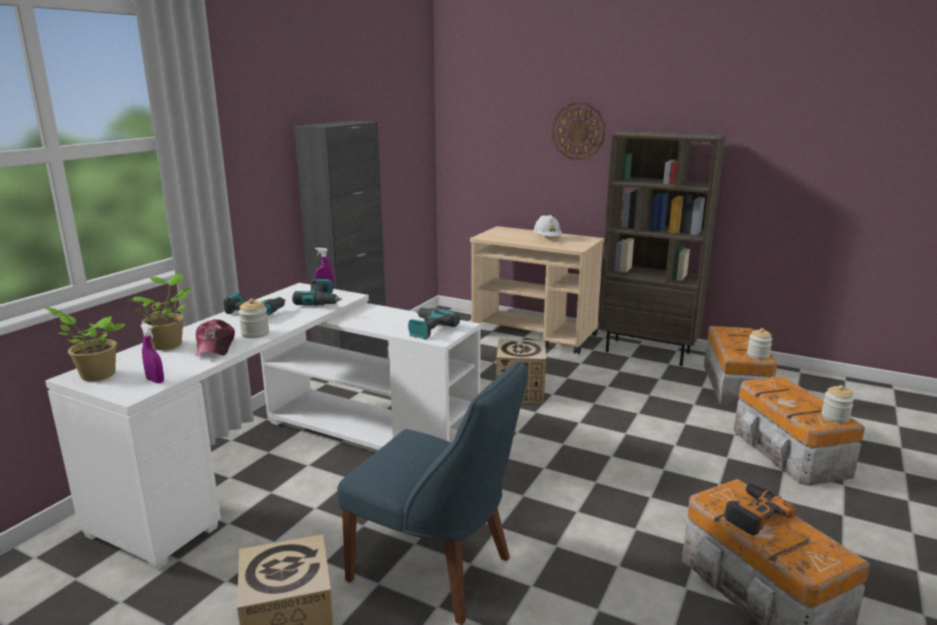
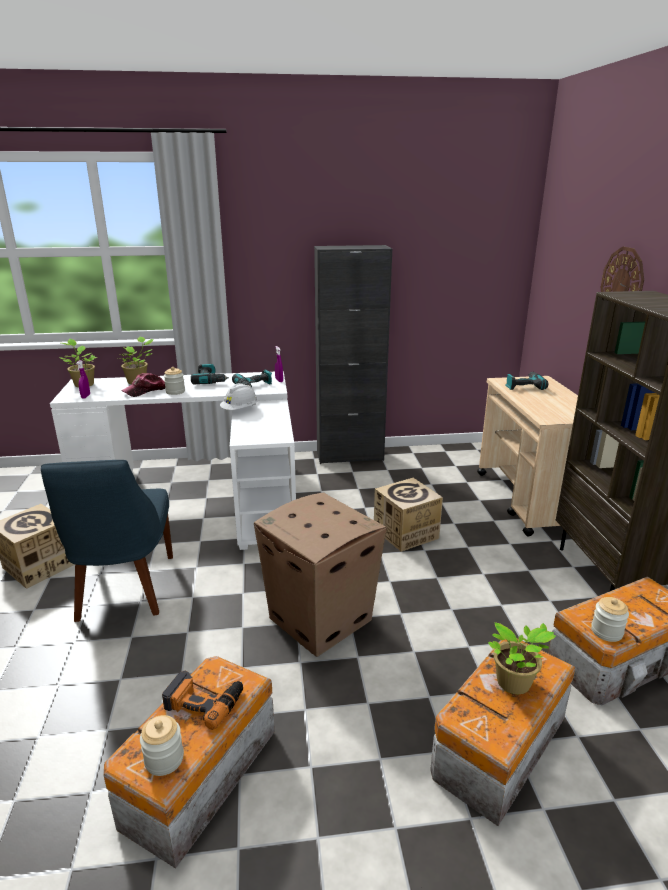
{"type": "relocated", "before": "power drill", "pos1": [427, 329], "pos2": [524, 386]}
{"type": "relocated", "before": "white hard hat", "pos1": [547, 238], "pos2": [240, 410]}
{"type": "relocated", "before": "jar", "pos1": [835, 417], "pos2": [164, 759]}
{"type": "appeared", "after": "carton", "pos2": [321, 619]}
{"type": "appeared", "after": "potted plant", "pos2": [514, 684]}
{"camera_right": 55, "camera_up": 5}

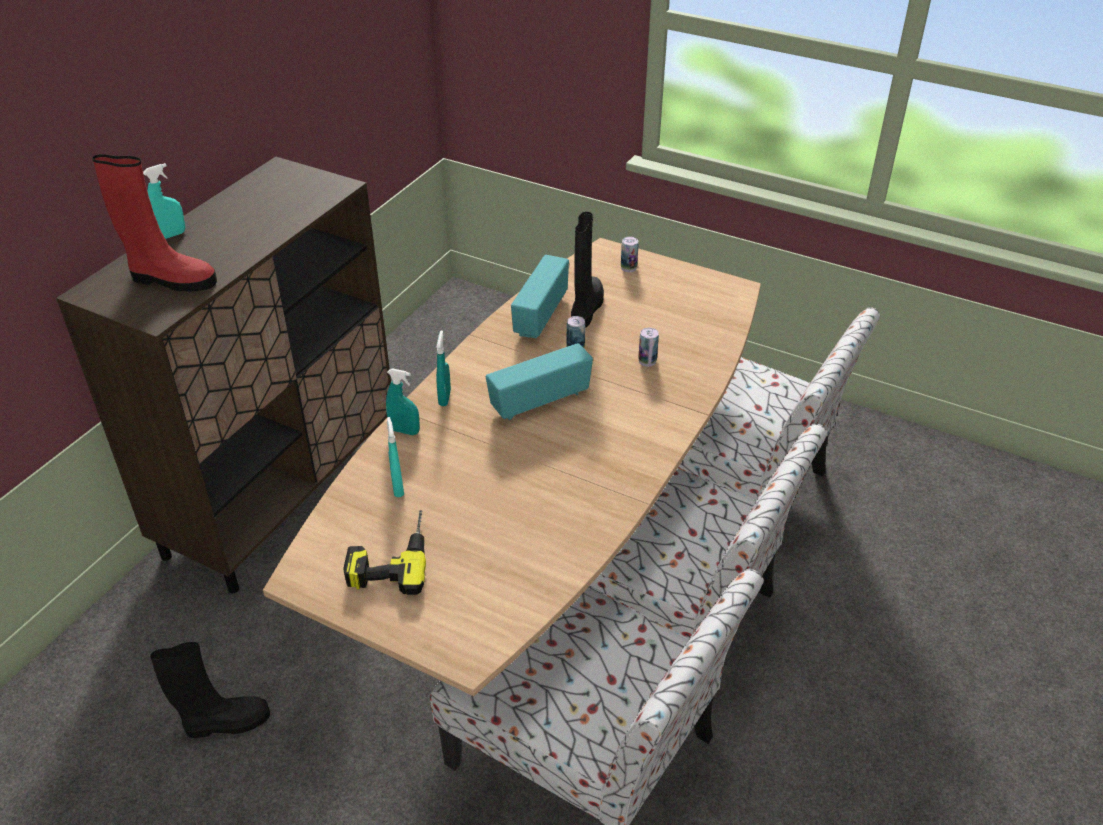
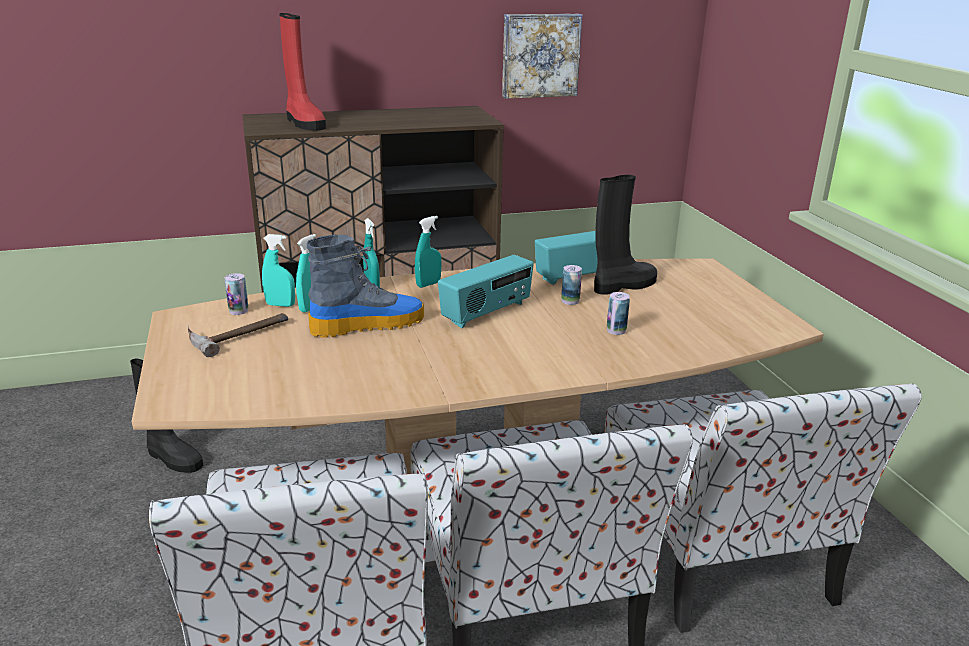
{"type": "relocated", "before": "turquoise-coloured sprayer", "pos1": [171, 235], "pos2": [280, 305]}
{"type": "exchanged", "before": "power drill", "after": "hand hammer", "pos1": [389, 556], "pos2": [237, 333]}
{"type": "spun", "before": "radio set", "pos1": [539, 401], "pos2": [487, 313], "turn": 120}
{"type": "relocated", "before": "can", "pos1": [628, 268], "pos2": [238, 311]}
{"type": "appeared", "after": "boot", "pos2": [368, 324]}
{"type": "appeared", "after": "picture", "pos2": [540, 55]}
{"camera_right": 45, "camera_up": -15}

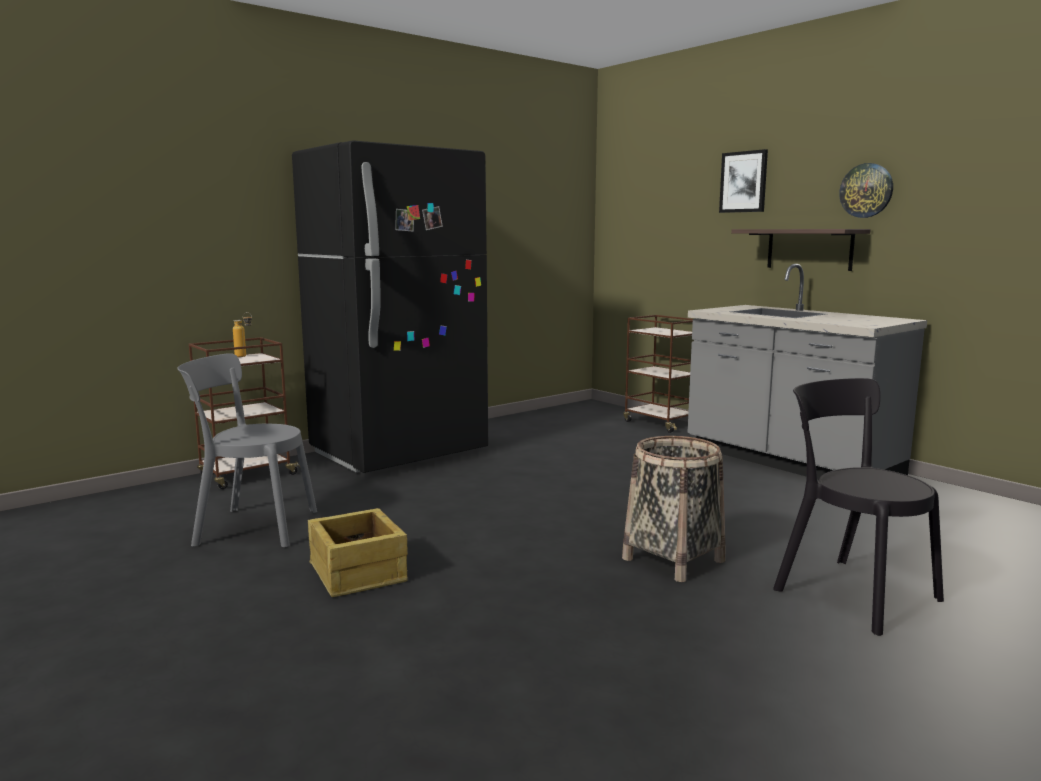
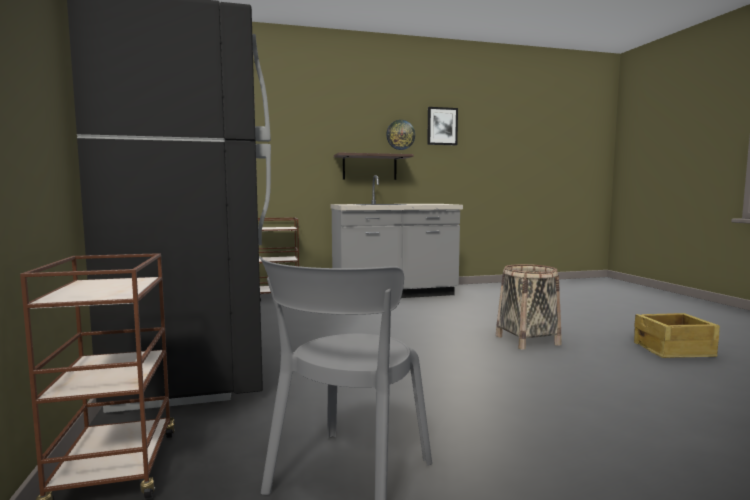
{"type": "missing", "before": "beverage bottle", "pos1": [245, 356]}
{"type": "relocated", "before": "shipping crate", "pos1": [357, 573], "pos2": [674, 350]}
{"type": "relocated", "before": "picture", "pos1": [743, 182], "pos2": [442, 126]}
{"type": "missing", "before": "black-coloured upright chair", "pos1": [849, 591]}
{"camera_right": -65, "camera_up": -5}

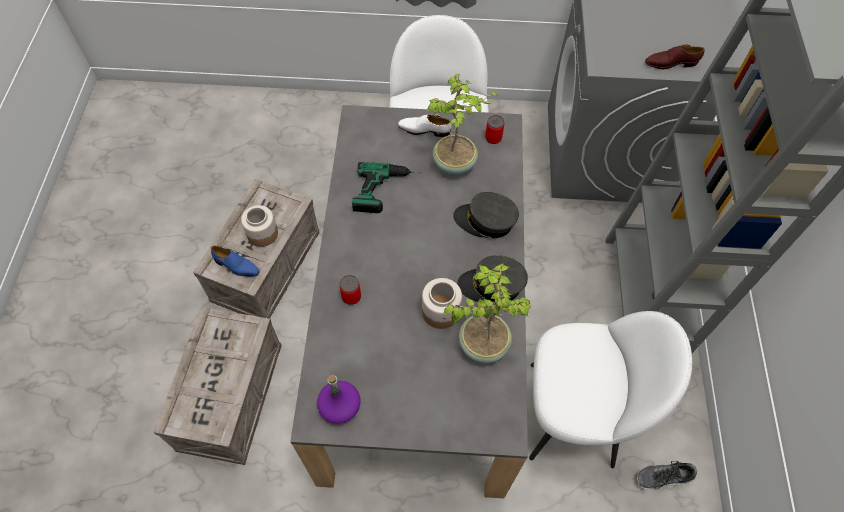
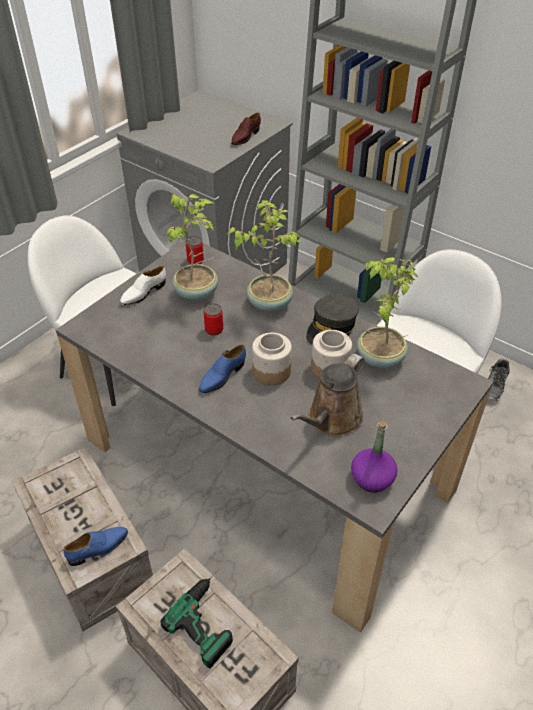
{"type": "relocated", "before": "jar", "pos1": [262, 233], "pos2": [271, 371]}
{"type": "relocated", "before": "can", "pos1": [351, 296], "pos2": [214, 330]}
{"type": "relocated", "before": "power drill", "pos1": [387, 190], "pos2": [210, 616]}
{"type": "exchanged", "before": "gray cap", "after": "potted plant", "pos1": [485, 221], "pos2": [269, 303]}
{"type": "appeared", "after": "blue low shoe", "pos2": [222, 376]}
{"type": "appeared", "after": "brown sprinkling can", "pos2": [332, 419]}
{"camera_right": -55, "camera_up": -15}

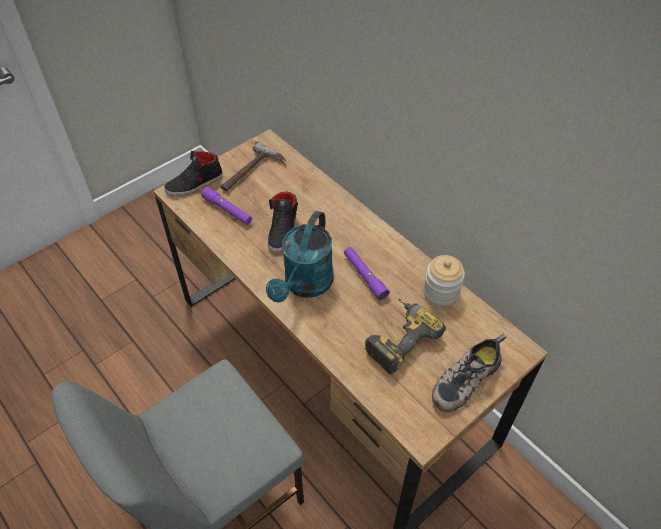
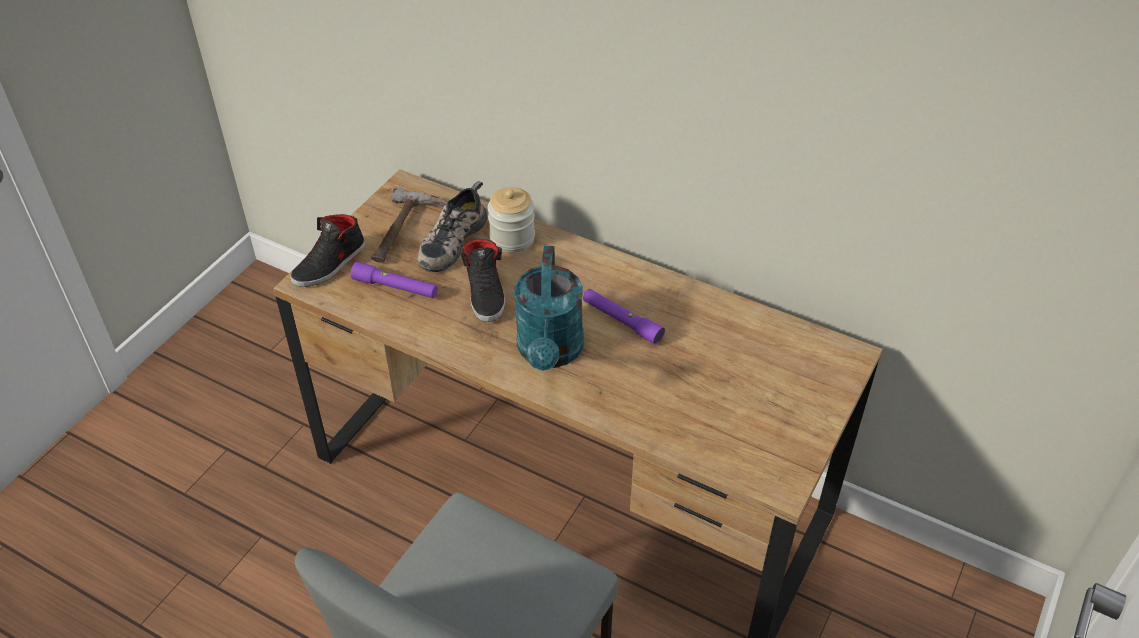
{"type": "missing", "before": "power drill", "pos1": [398, 338]}
{"type": "relocated", "before": "jar", "pos1": [441, 292], "pos2": [512, 238]}
{"type": "relocated", "before": "low shoe", "pos1": [465, 378], "pos2": [451, 240]}
{"camera_right": -20, "camera_up": -5}

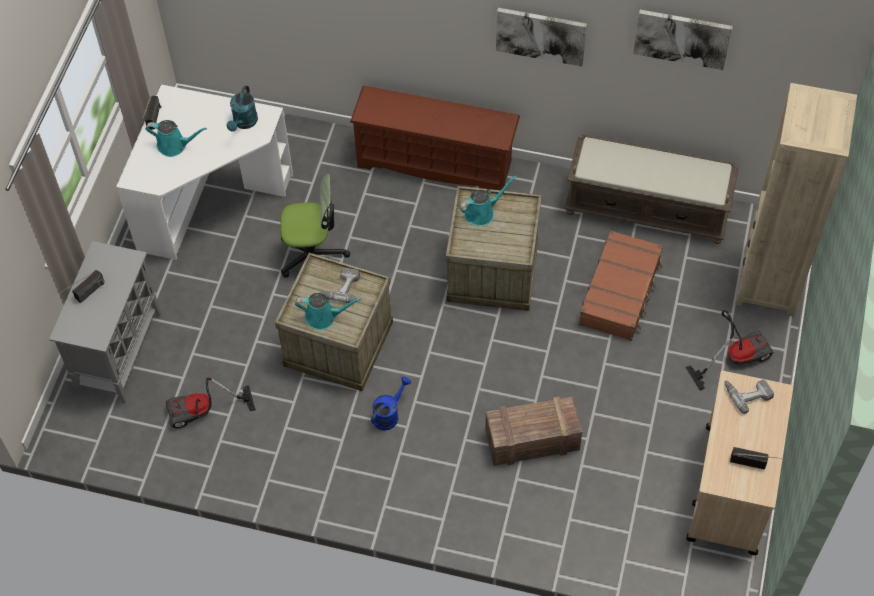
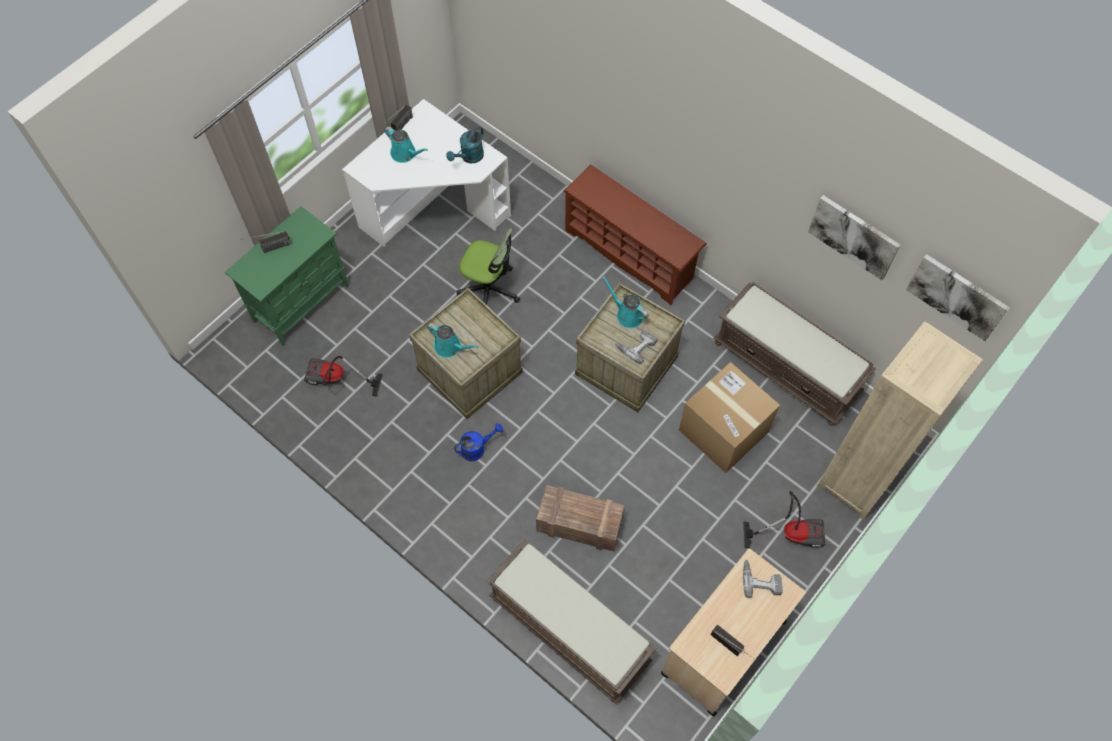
{"type": "colour", "before": "gray storage cabinet", "after": "green-coloured storage cabinet", "pos1": [120, 351], "pos2": [302, 302]}
{"type": "relocated", "before": "power drill", "pos1": [340, 287], "pos2": [636, 345]}
{"type": "spun", "before": "turquoise-coloured sprinkling can", "pos1": [482, 212], "pos2": [627, 314], "turn": -135}
{"type": "relocated", "before": "picture", "pos1": [541, 35], "pos2": [957, 296]}
{"type": "exchanged", "before": "brown suitcase", "after": "carton", "pos1": [620, 292], "pos2": [723, 431]}
{"type": "appeared", "after": "brown bench", "pos2": [568, 630]}
{"camera_right": 25, "camera_up": 5}

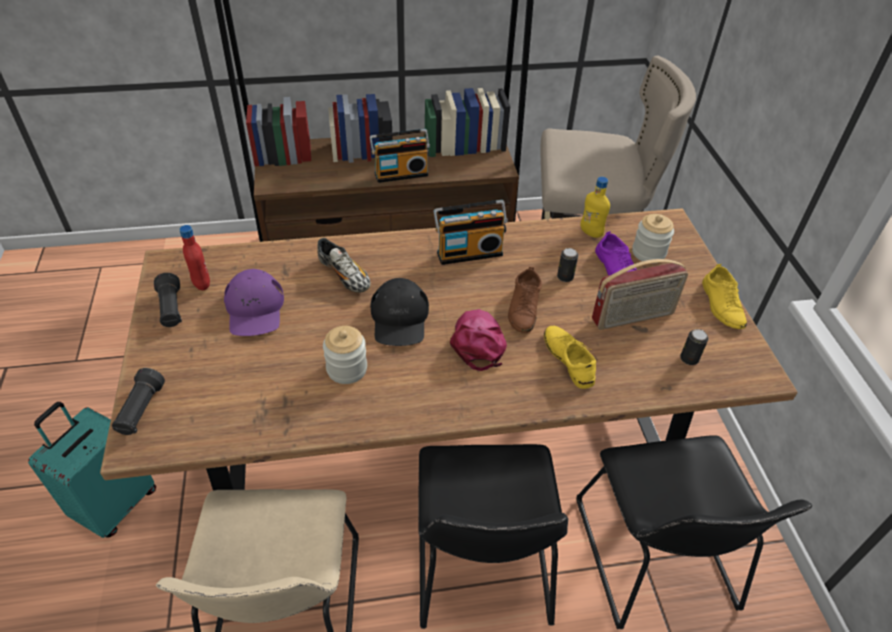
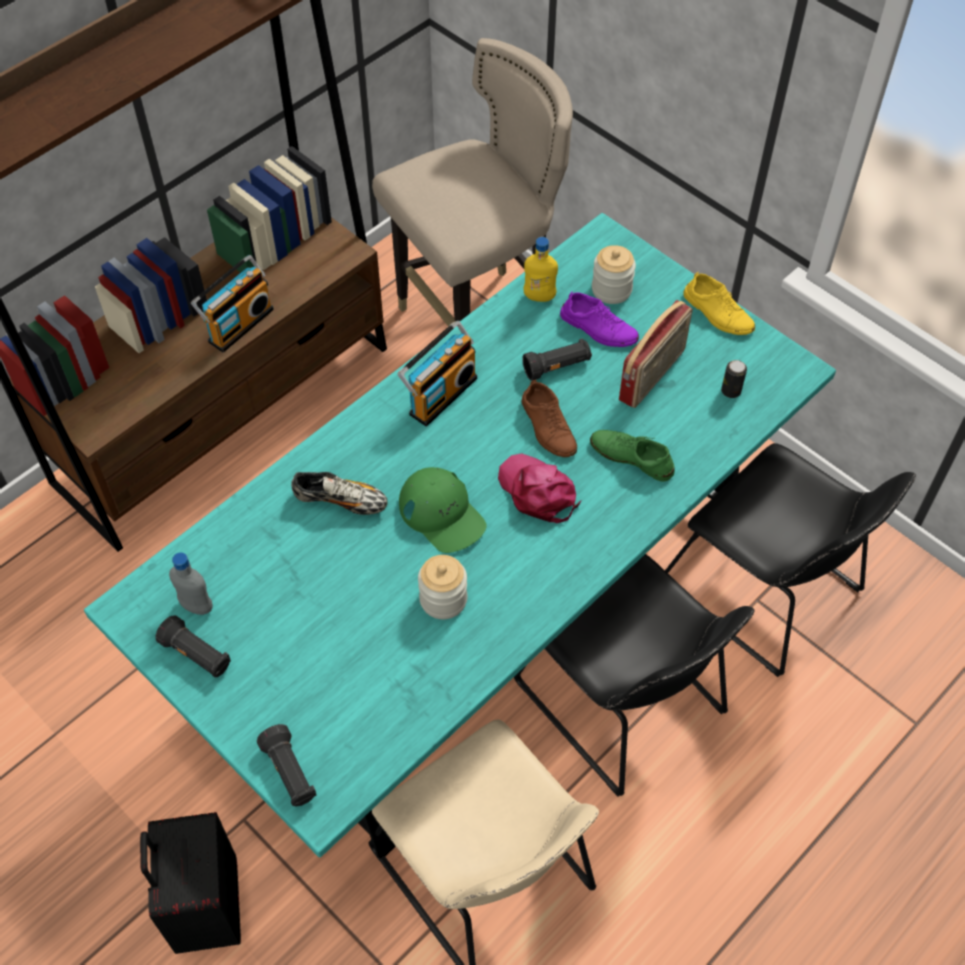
{"type": "colour", "before": "turquoise-coloured suitcase", "after": "black-coloured suitcase", "pos1": [115, 504], "pos2": [206, 908]}
{"type": "colour", "before": "brown dinner table", "after": "turquoise-coloured dinner table", "pos1": [441, 436], "pos2": [481, 604]}
{"type": "colour", "before": "red beverage bottle", "after": "gray beverage bottle", "pos1": [202, 283], "pos2": [196, 606]}
{"type": "missing", "before": "purple-coloured cap", "pos1": [255, 309]}
{"type": "colour", "before": "black-coloured cap", "after": "green-coloured cap", "pos1": [399, 318], "pos2": [442, 514]}
{"type": "colour", "before": "yellowish low shoe", "after": "green-coloured low shoe", "pos1": [568, 359], "pos2": [632, 457]}
{"type": "exchanged", "before": "can", "after": "black-coloured torch", "pos1": [565, 277], "pos2": [557, 367]}
{"camera_right": -35, "camera_up": 10}

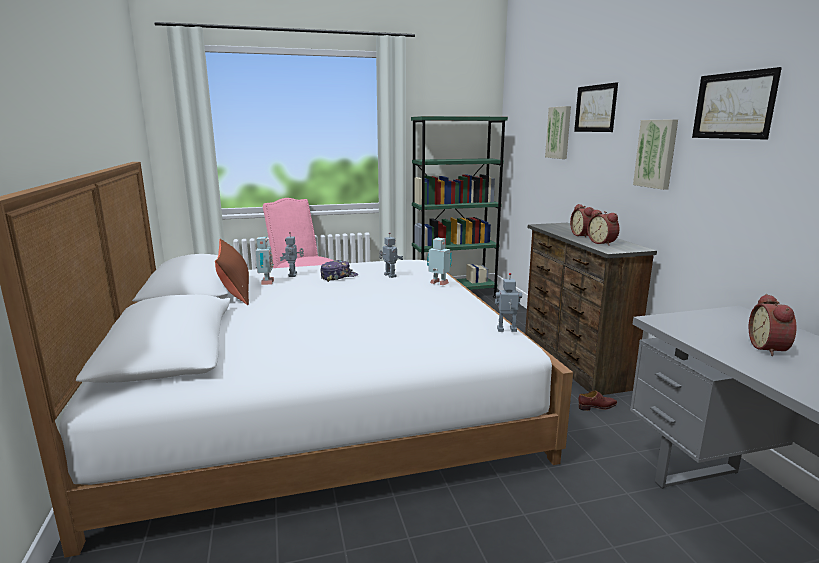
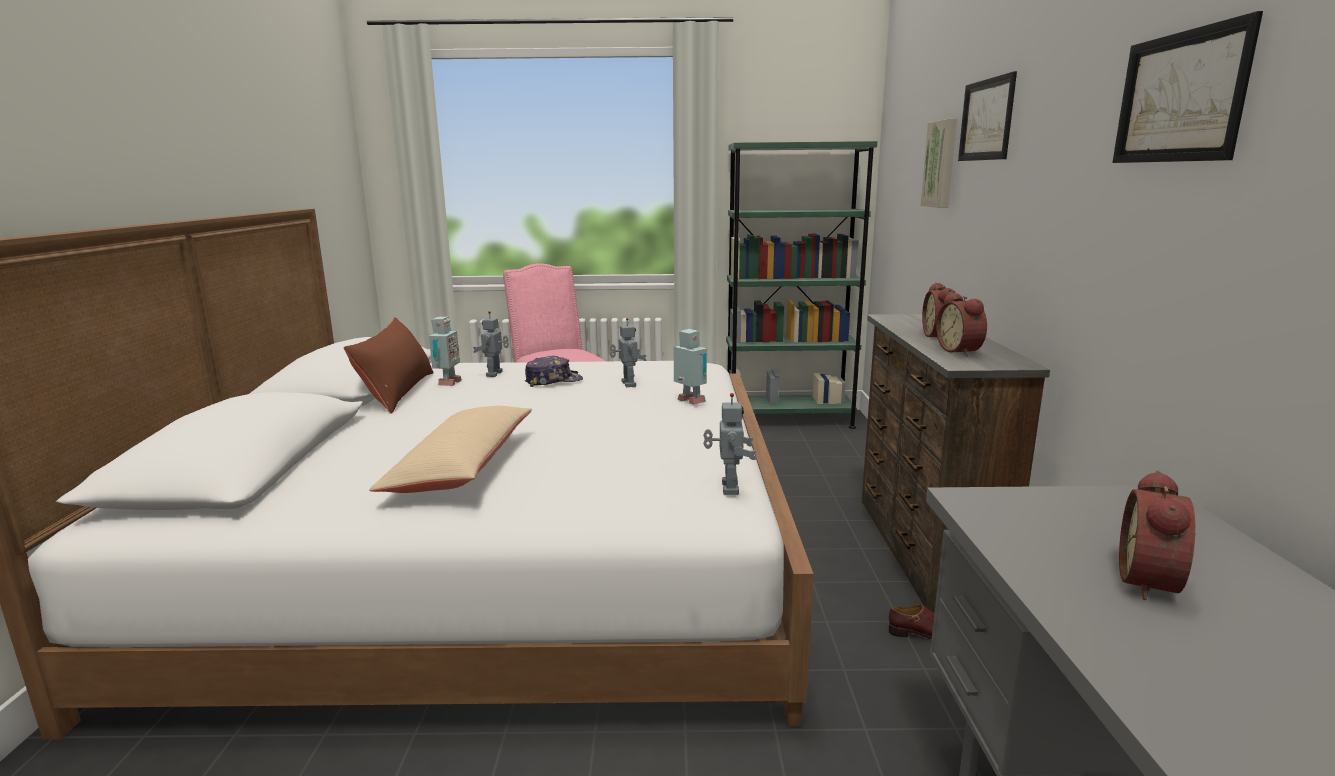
{"type": "spun", "before": "model robot", "pos1": [507, 330], "pos2": [728, 488], "turn": 75}
{"type": "missing", "before": "picture", "pos1": [657, 154]}
{"type": "appeared", "after": "beige-coloured throw pillow", "pos2": [462, 467]}
{"camera_right": 15, "camera_up": 0}

